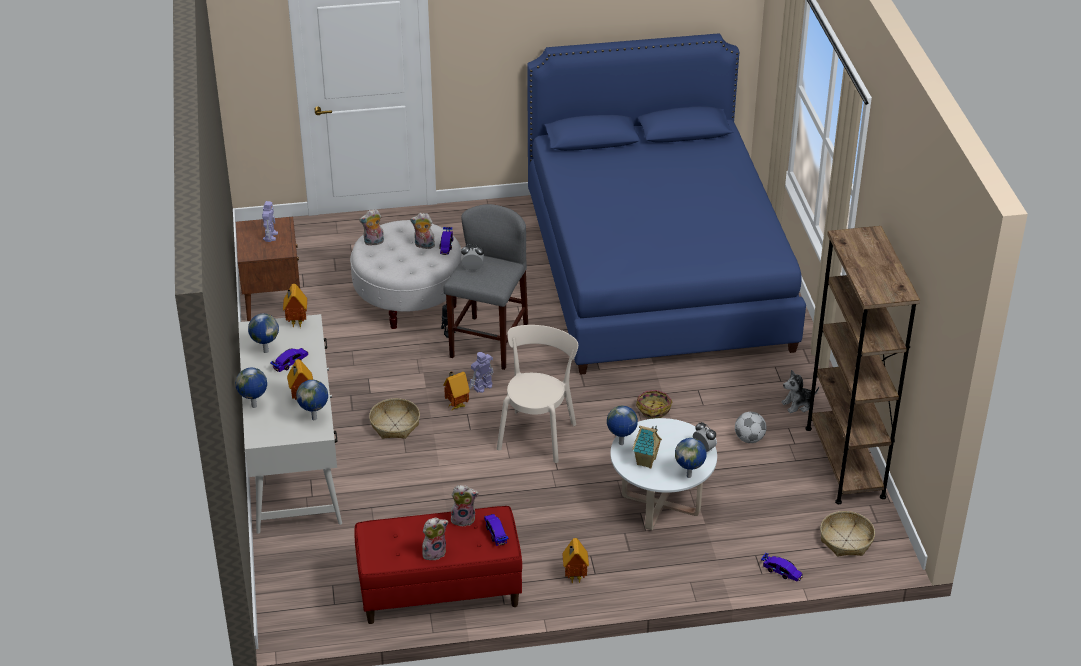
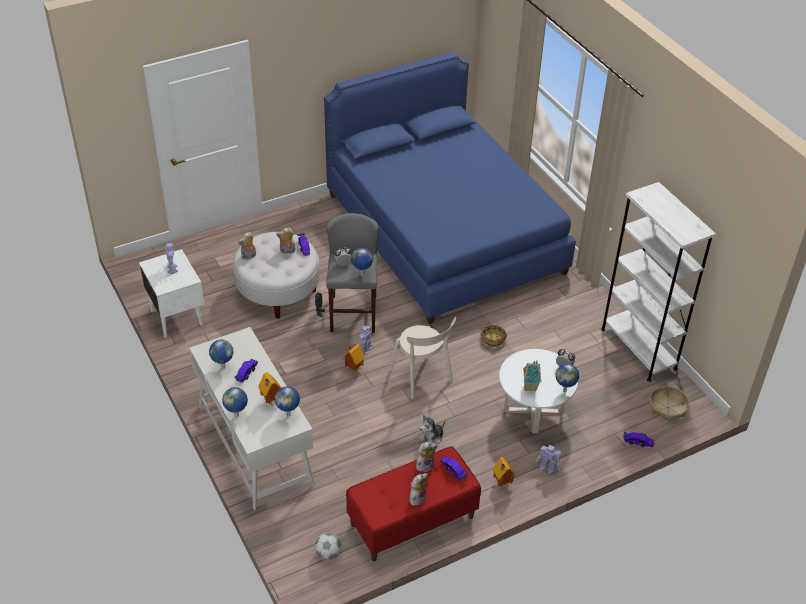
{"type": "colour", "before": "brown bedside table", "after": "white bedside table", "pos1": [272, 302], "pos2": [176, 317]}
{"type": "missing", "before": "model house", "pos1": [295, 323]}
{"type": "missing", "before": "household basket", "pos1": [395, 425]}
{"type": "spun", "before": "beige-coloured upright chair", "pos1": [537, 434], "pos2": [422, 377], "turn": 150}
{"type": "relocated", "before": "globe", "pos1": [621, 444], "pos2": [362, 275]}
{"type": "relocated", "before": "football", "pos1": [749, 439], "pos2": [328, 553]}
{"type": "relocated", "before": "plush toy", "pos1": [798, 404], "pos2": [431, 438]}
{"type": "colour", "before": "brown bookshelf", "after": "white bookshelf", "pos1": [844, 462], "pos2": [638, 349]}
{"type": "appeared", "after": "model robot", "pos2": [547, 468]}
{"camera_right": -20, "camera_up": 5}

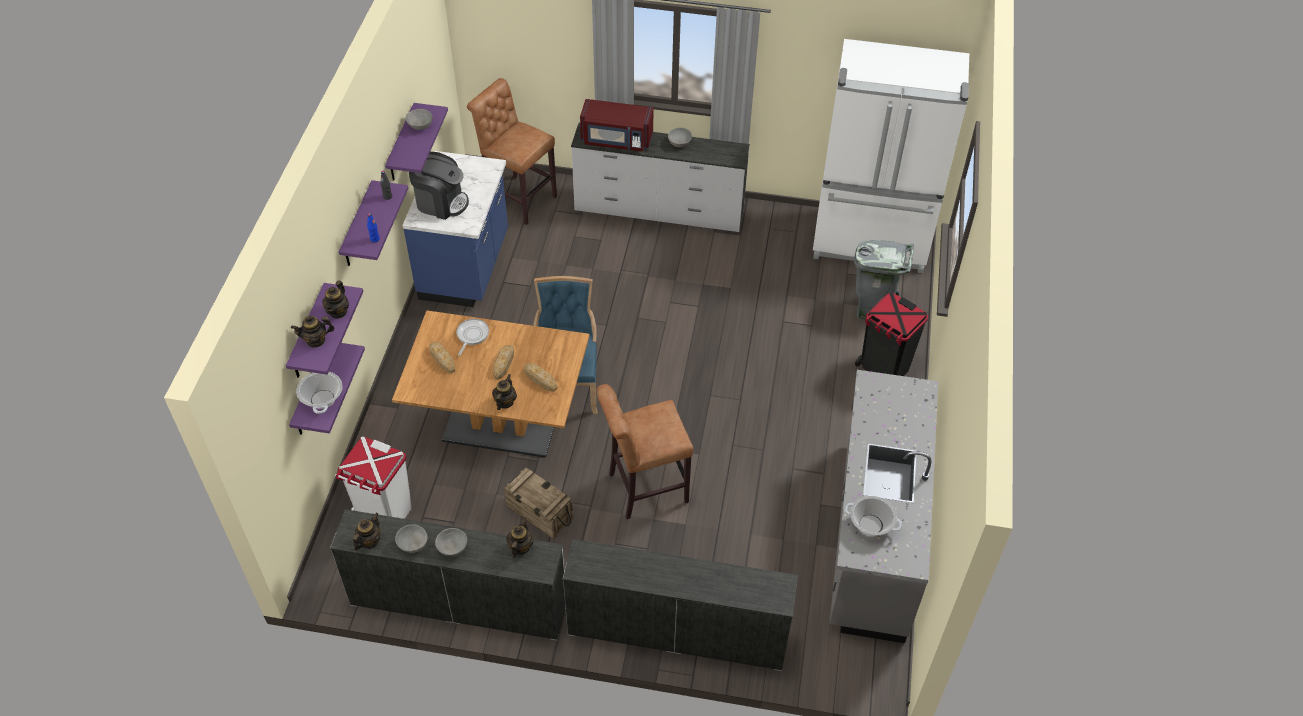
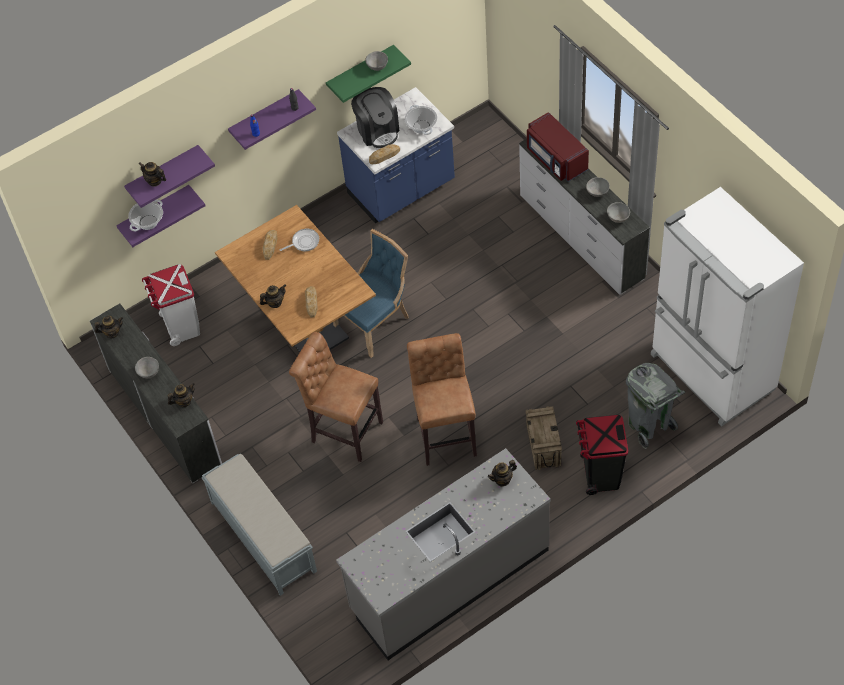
{"type": "relocated", "before": "tea pot", "pos1": [338, 311], "pos2": [502, 479]}
{"type": "colour", "before": "purple-coloured shelf", "after": "green-coloured shelf", "pos1": [401, 144], "pos2": [360, 72]}
{"type": "relocated", "before": "gray deep dish", "pos1": [413, 544], "pos2": [618, 217]}
{"type": "relocated", "before": "brown sitting stool", "pos1": [517, 198], "pos2": [445, 434]}
{"type": "relocated", "before": "bakery bread", "pos1": [504, 363], "pos2": [384, 156]}
{"type": "relocated", "before": "shipping crate", "pos1": [539, 513], "pos2": [543, 445]}
{"type": "exchanged", "before": "white drawer chest", "after": "gray bench", "pos1": [677, 632], "pos2": [262, 536]}
{"type": "relocated", "before": "cooking pot", "pos1": [871, 524], "pos2": [421, 126]}
{"camera_right": 50, "camera_up": 5}

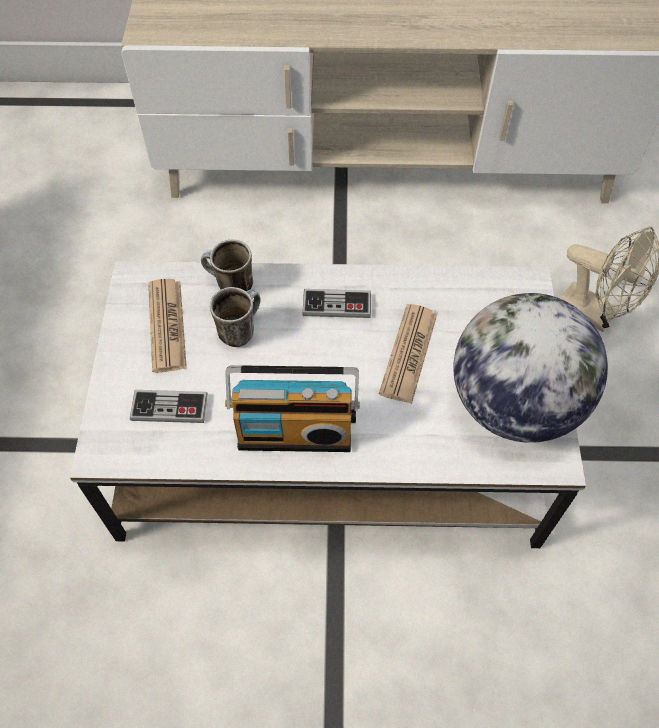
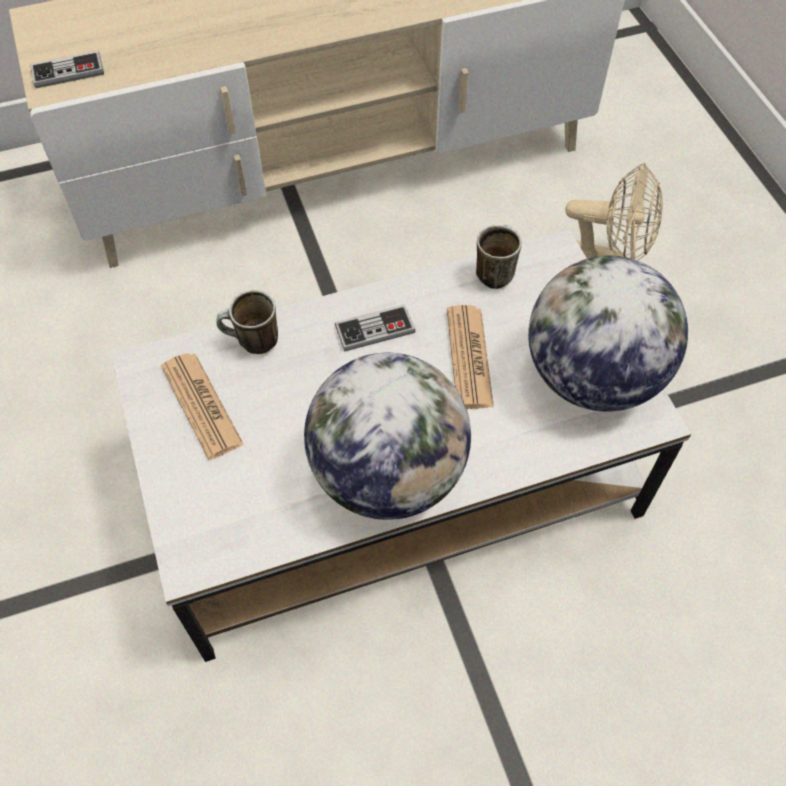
{"type": "relocated", "before": "gamepad", "pos1": [169, 408], "pos2": [68, 72]}
{"type": "relocated", "before": "tea mug", "pos1": [240, 329], "pos2": [494, 271]}
{"type": "exchanged", "before": "radio set", "after": "globe", "pos1": [295, 431], "pos2": [388, 473]}
{"camera_right": -20, "camera_up": 0}

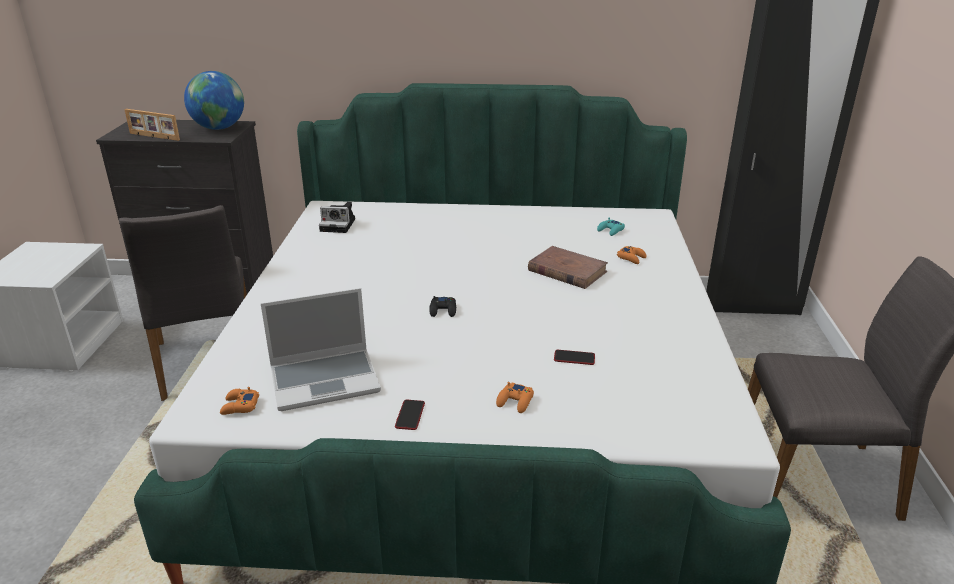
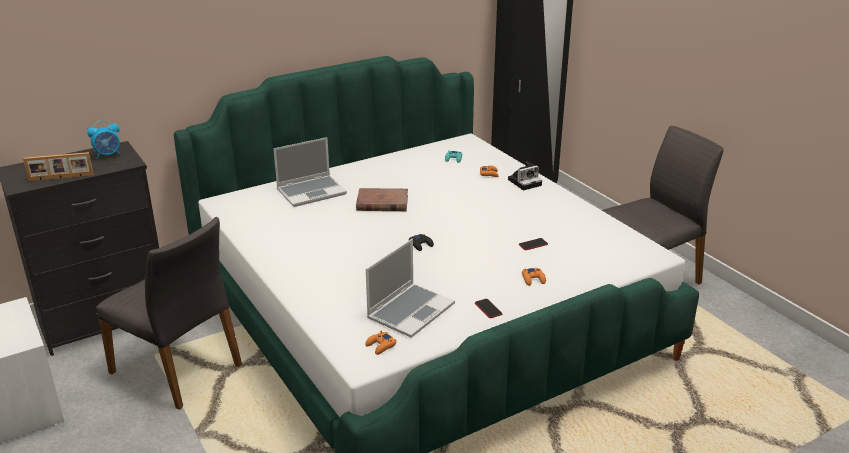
{"type": "exchanged", "before": "globe", "after": "alarm clock", "pos1": [219, 128], "pos2": [108, 155]}
{"type": "relocated", "before": "still camera", "pos1": [339, 225], "pos2": [525, 182]}
{"type": "relocated", "before": "brown book", "pos1": [566, 271], "pos2": [382, 203]}
{"type": "appeared", "after": "notebook computer", "pos2": [312, 192]}
{"camera_right": -35, "camera_up": 0}

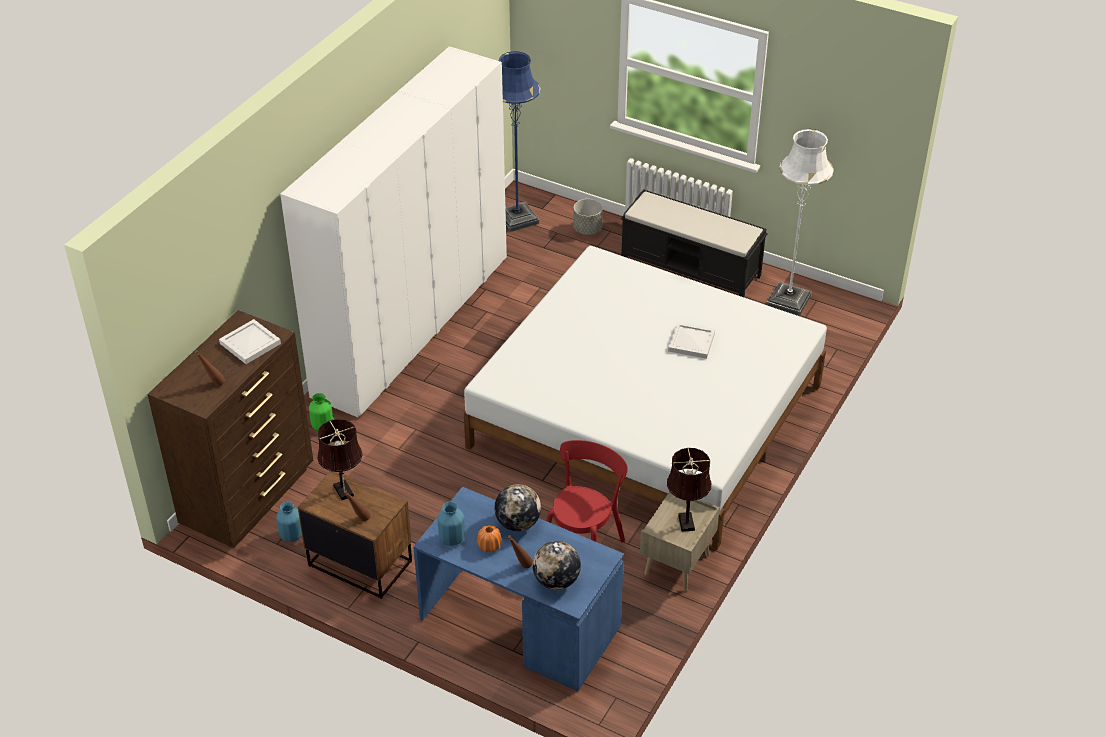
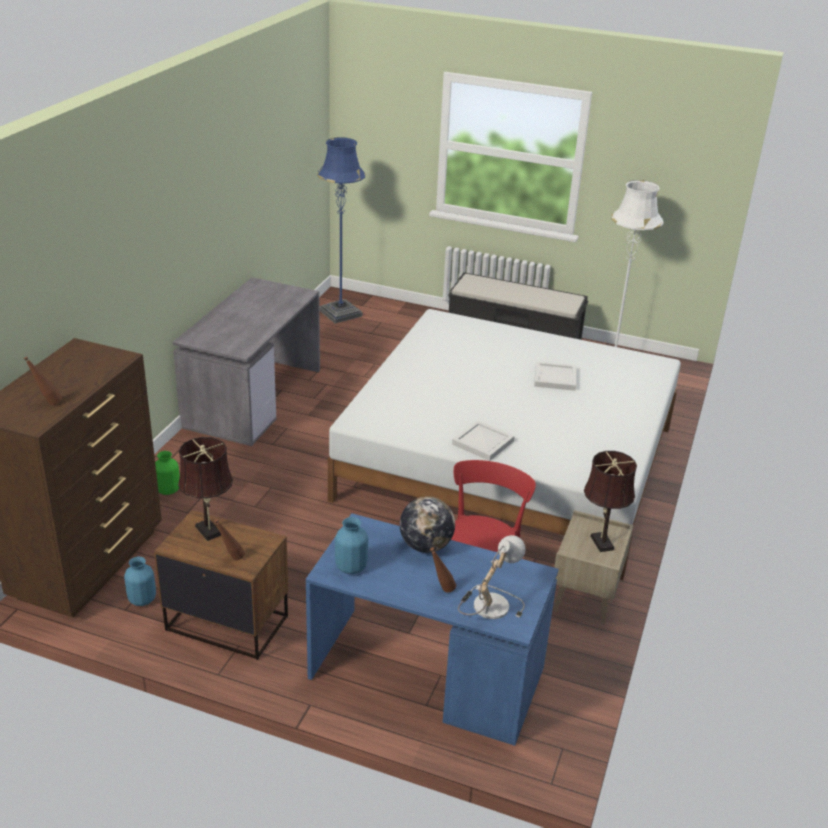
{"type": "relocated", "before": "white serving tray", "pos1": [249, 343], "pos2": [482, 442]}
{"type": "exchanged", "before": "white clothes cupboard", "after": "gray desk unit", "pos1": [412, 324], "pos2": [253, 397]}
{"type": "missing", "before": "orange-coloured vase", "pos1": [489, 545]}
{"type": "exchanged", "before": "globe", "after": "table lamp", "pos1": [556, 581], "pos2": [489, 603]}
{"type": "missing", "before": "gray flower pot", "pos1": [587, 229]}
{"camera_right": -10, "camera_up": -10}

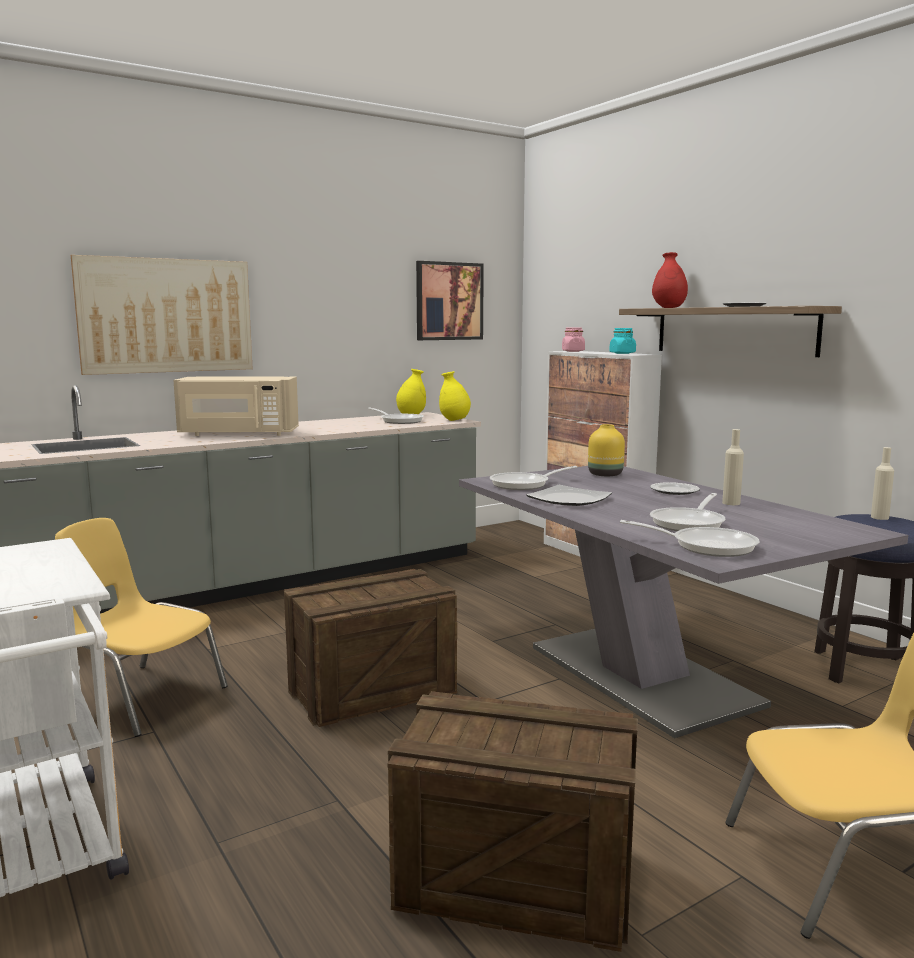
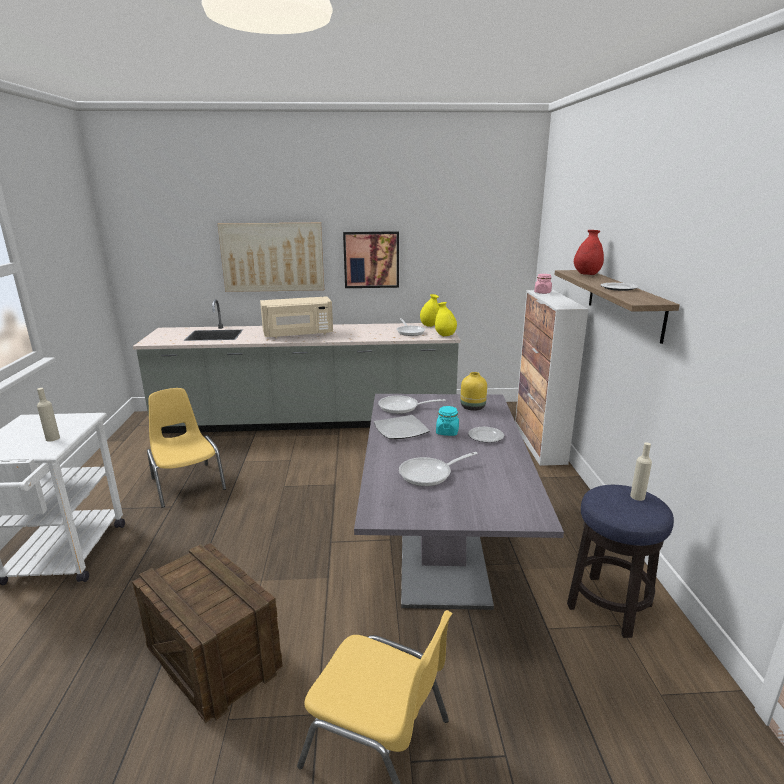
{"type": "spun", "before": "beige-coloured microwave", "pos1": [238, 434], "pos2": [298, 334], "turn": -45}
{"type": "missing", "before": "shipping crate", "pos1": [372, 690]}
{"type": "relocated", "before": "picture", "pos1": [449, 301], "pos2": [371, 259]}
{"type": "relocated", "before": "turquoise-coloured jar", "pos1": [622, 353], "pos2": [447, 432]}
{"type": "missing", "before": "skillet", "pos1": [706, 546]}
{"type": "relocated", "before": "beige-coloured beverage bottle", "pos1": [731, 503], "pos2": [52, 438]}
{"camera_right": 30, "camera_up": 10}

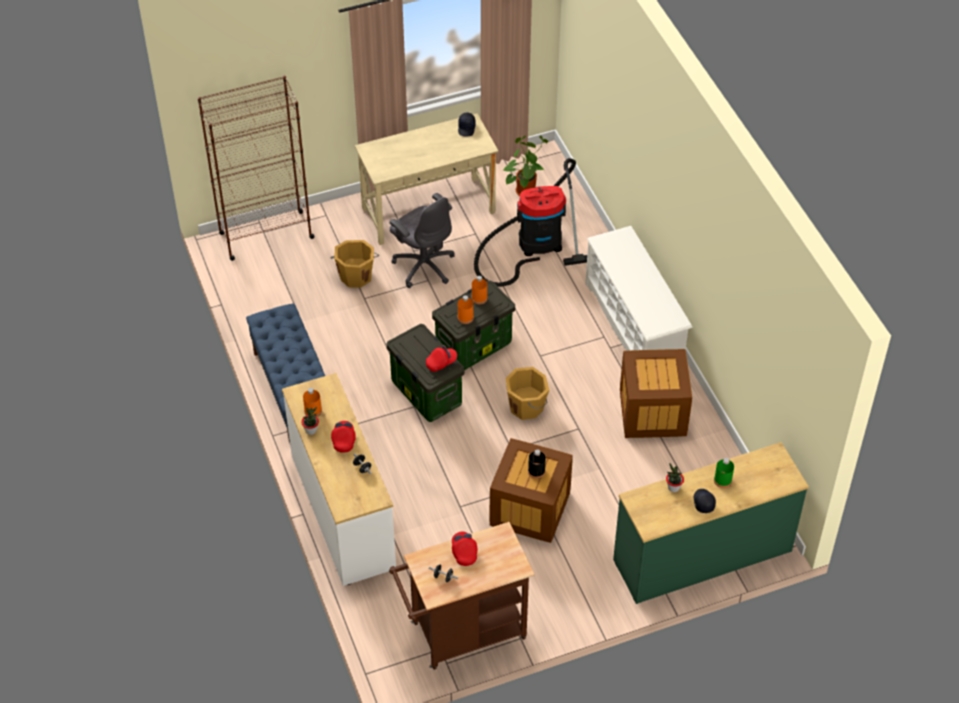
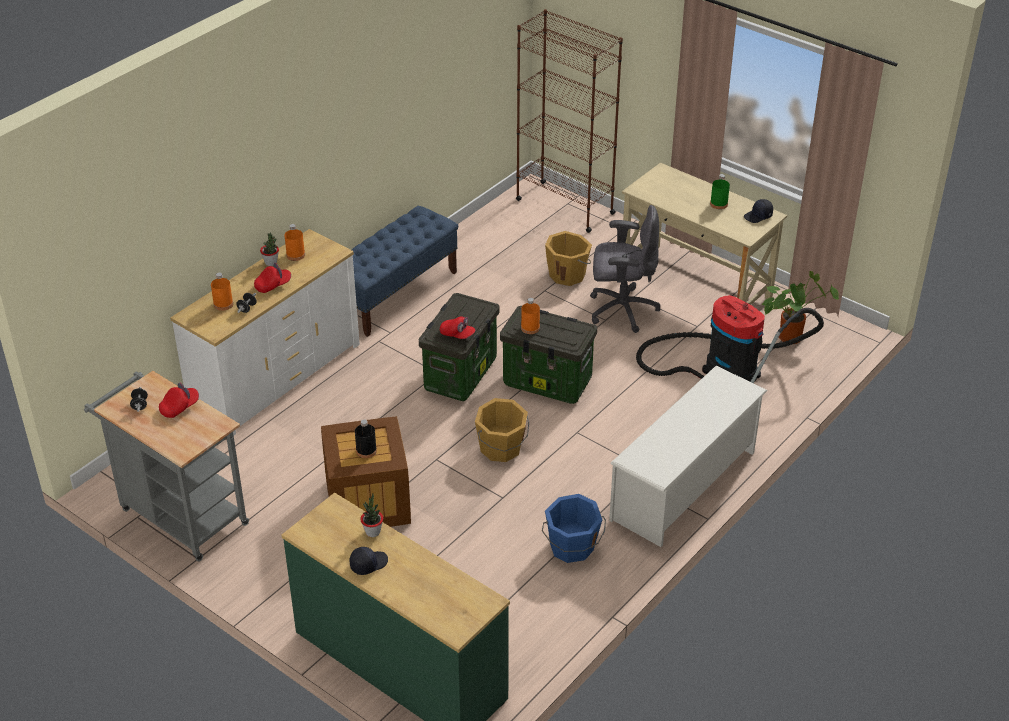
{"type": "colour", "before": "brown cart", "after": "gray cart", "pos1": [462, 634], "pos2": [178, 514]}
{"type": "spun", "before": "gray desk chair", "pos1": [423, 265], "pos2": [621, 310], "turn": -105}
{"type": "relocated", "before": "orange-coloured beverage bottle", "pos1": [479, 298], "pos2": [223, 304]}
{"type": "exchanged", "before": "shipping crate", "after": "blue pail", "pos1": [652, 413], "pos2": [572, 547]}
{"type": "relocated", "before": "green-coloured beverage bottle", "pos1": [722, 480], "pos2": [718, 204]}
{"camera_right": 60, "camera_up": -10}

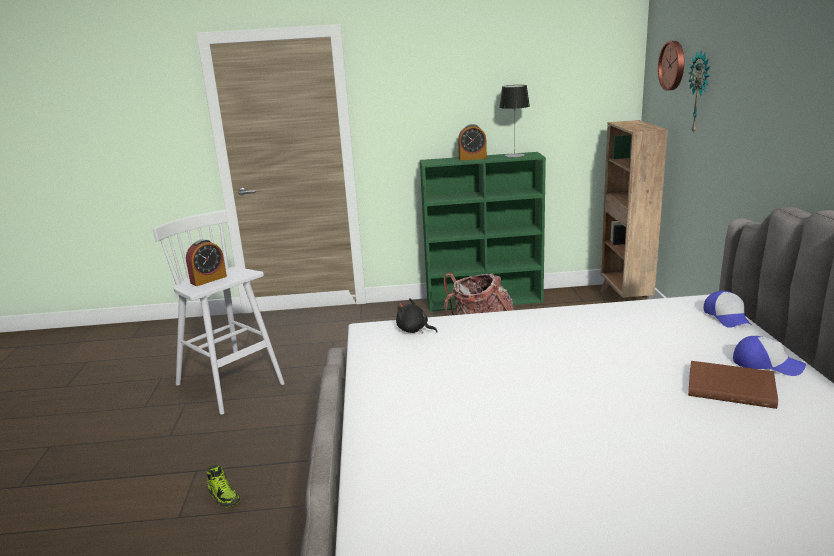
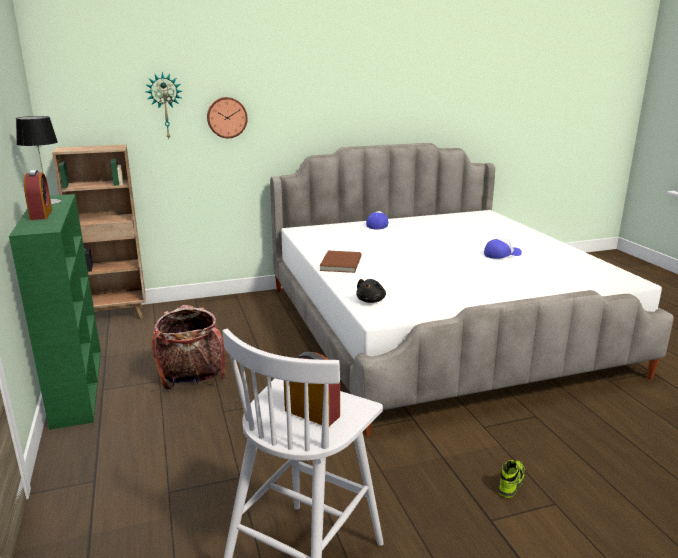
{"type": "relocated", "before": "clock on the wall", "pos1": [673, 65], "pos2": [227, 117]}
{"type": "relocated", "before": "brown book", "pos1": [730, 386], "pos2": [340, 263]}
{"type": "relocated", "before": "cap", "pos1": [727, 317], "pos2": [501, 254]}
{"camera_right": -105, "camera_up": 0}

